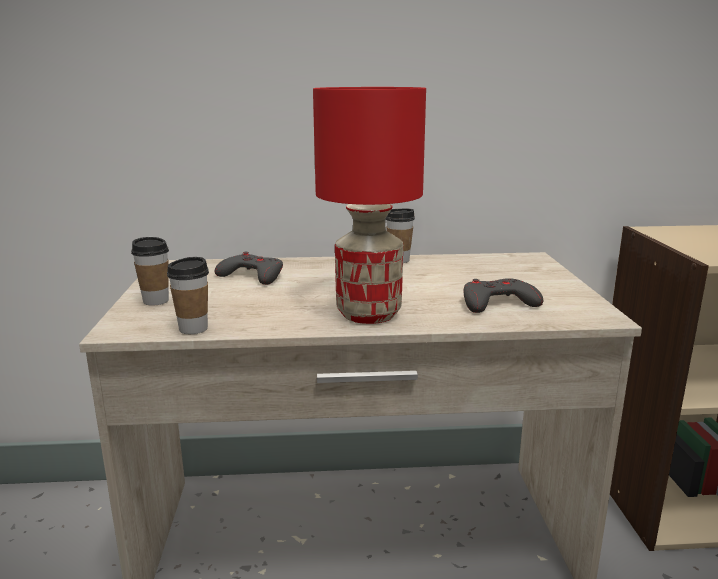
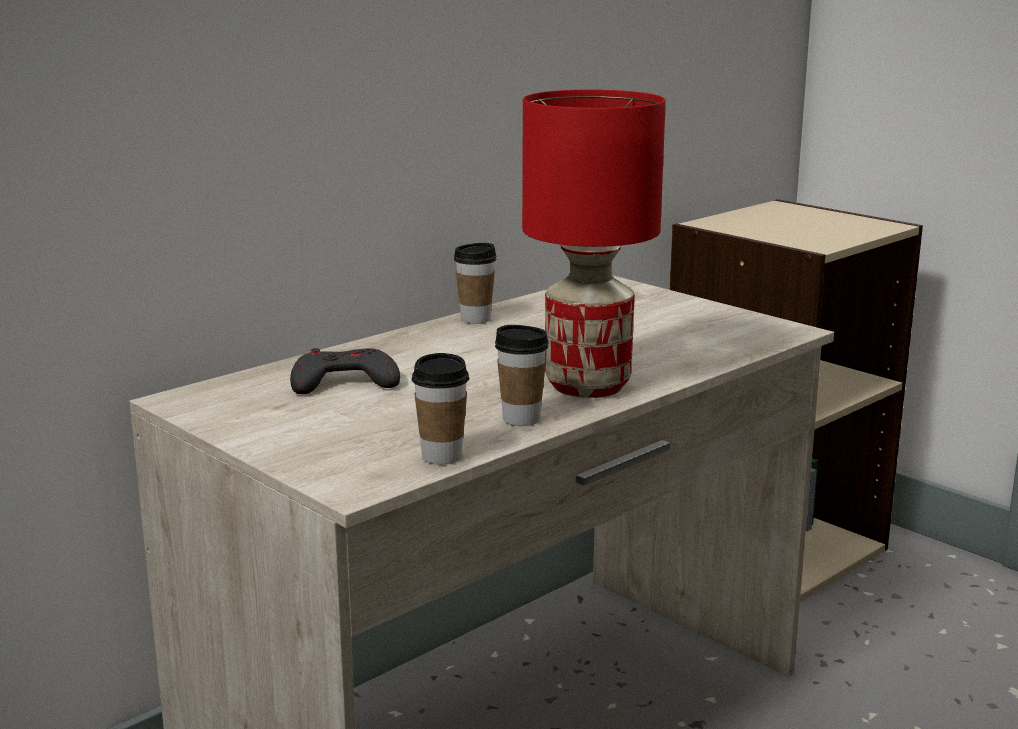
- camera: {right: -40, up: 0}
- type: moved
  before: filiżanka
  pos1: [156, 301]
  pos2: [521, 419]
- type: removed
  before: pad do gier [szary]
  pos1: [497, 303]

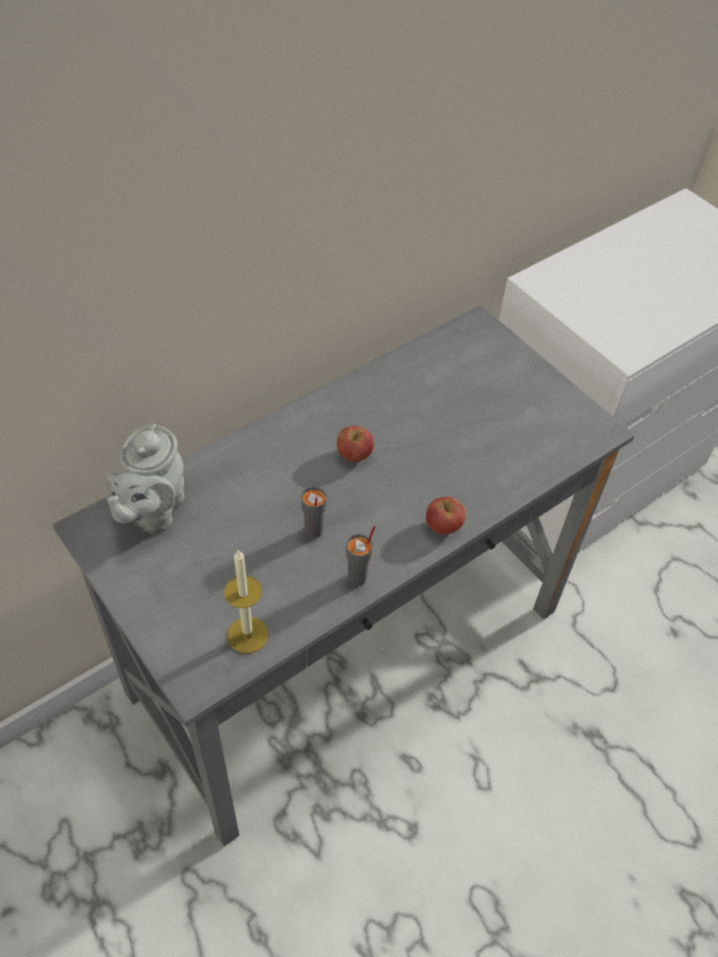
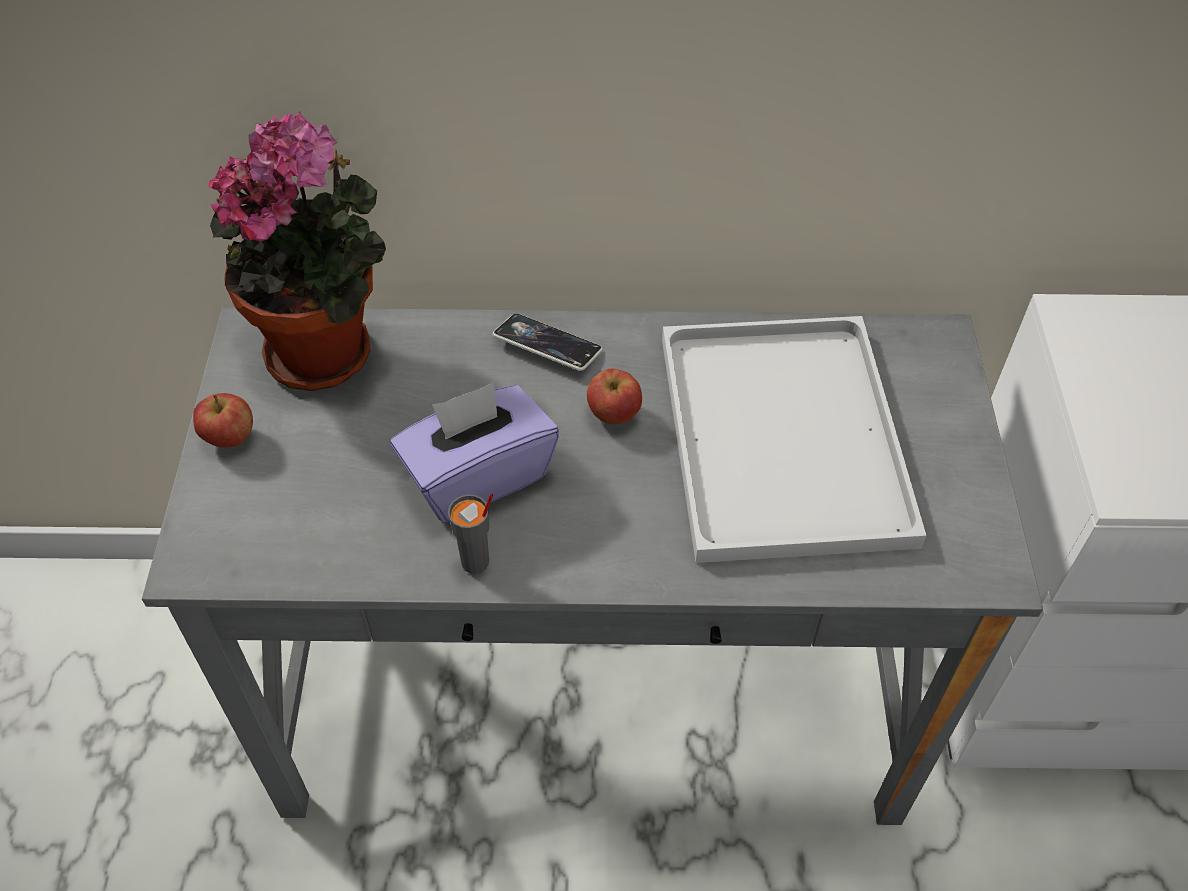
- camera: {right: 40, up: 0}
- type: replaced
  before: imbryk [szary]
  after: roślina doniczkowa
  pos1: [152, 511]
  pos2: [328, 350]
- type: removed
  before: świeca
  pos1: [247, 635]
- type: replaced
  before: filiżanka [szary]
  after: pudełko chusteczek [fioletowy]
  pos1: [313, 531]
  pos2: [478, 475]
- type: moved
  before: jabłko
  pos1: [443, 526]
  pos2: [230, 438]
- type: added
  after: telefon
  pos2: [547, 346]
- type: added
  after: taca [biały]
  pos2: [787, 442]

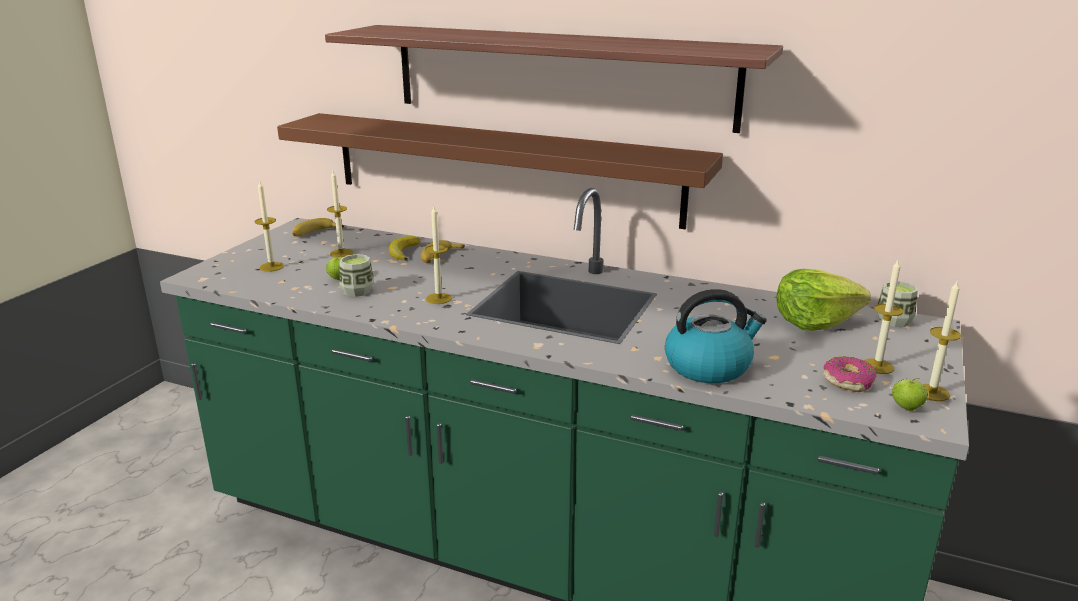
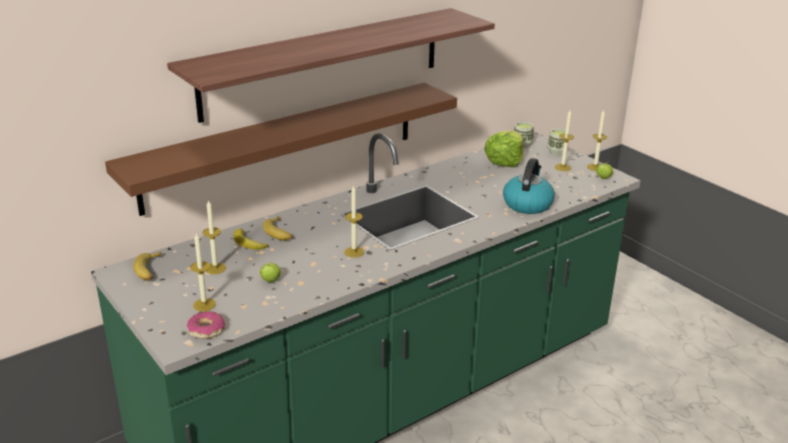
- camera: {right: -60, up: 5}
- type: moved
  before: filiżanka
  pos1: [357, 291]
  pos2: [557, 152]
- type: moved
  before: donut
  pos1: [848, 381]
  pos2: [206, 330]

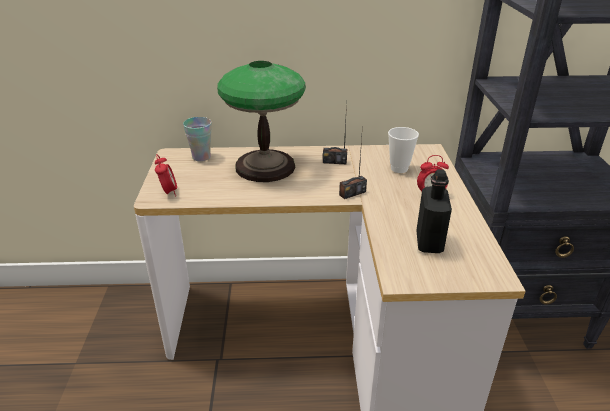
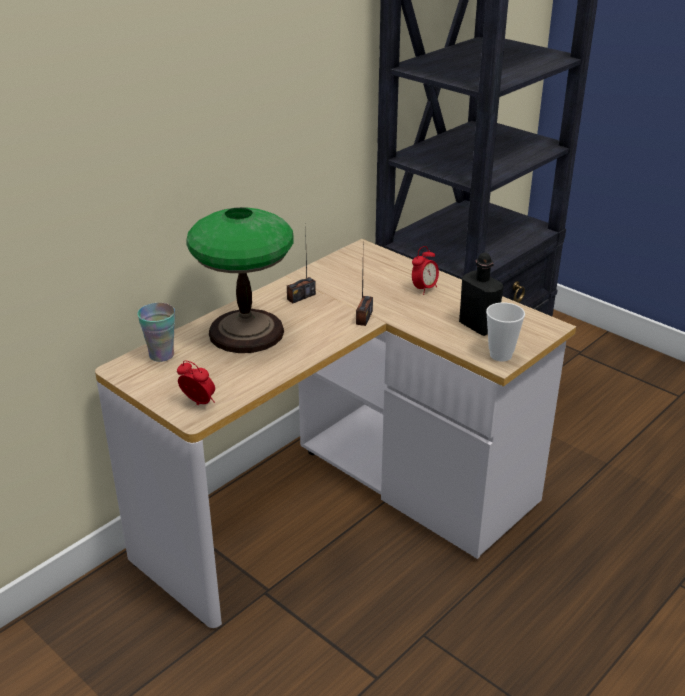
- camera: {right: -45, up: 0}
- type: moved
  before: filiżanka
  pos1: [399, 168]
  pos2: [500, 355]

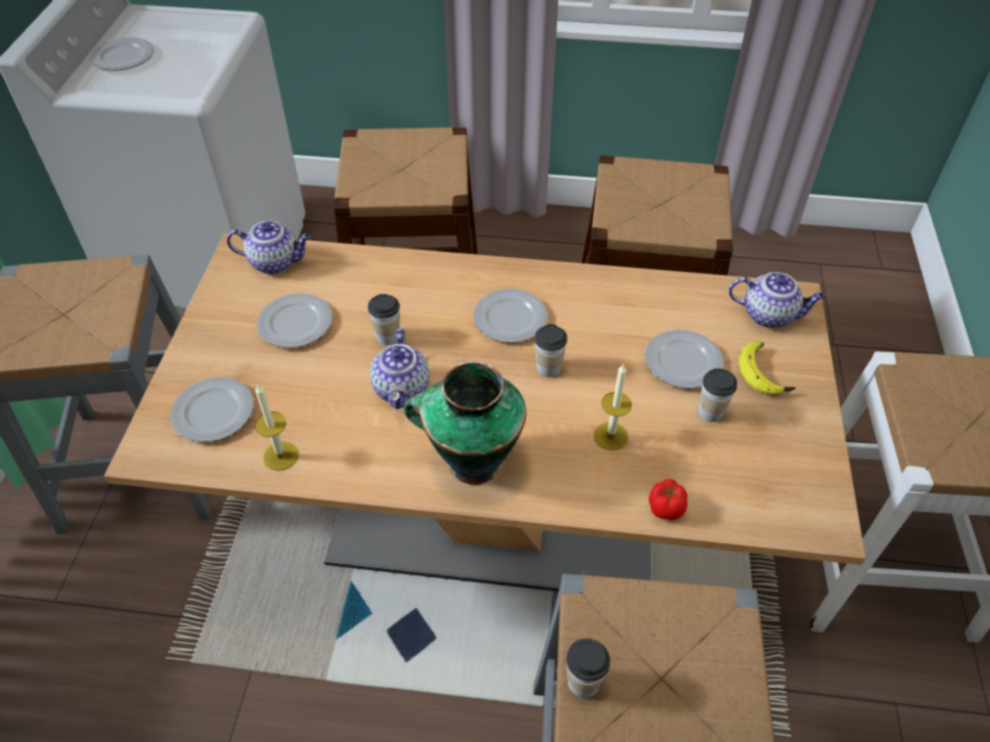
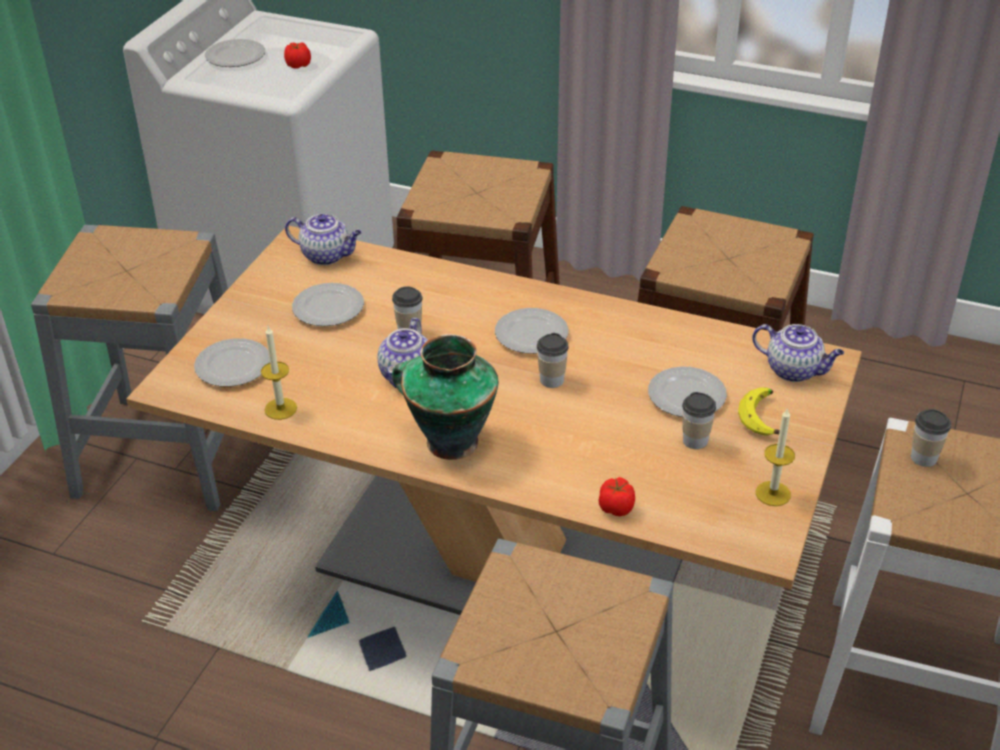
- camera: {right: 15, up: -10}
- type: moved
  before: filiżanka
  pos1: [583, 682]
  pos2: [923, 458]
- type: moved
  before: świeca
  pos1: [610, 436]
  pos2: [773, 493]
- type: added
  after: pomidor
  pos2: [298, 65]

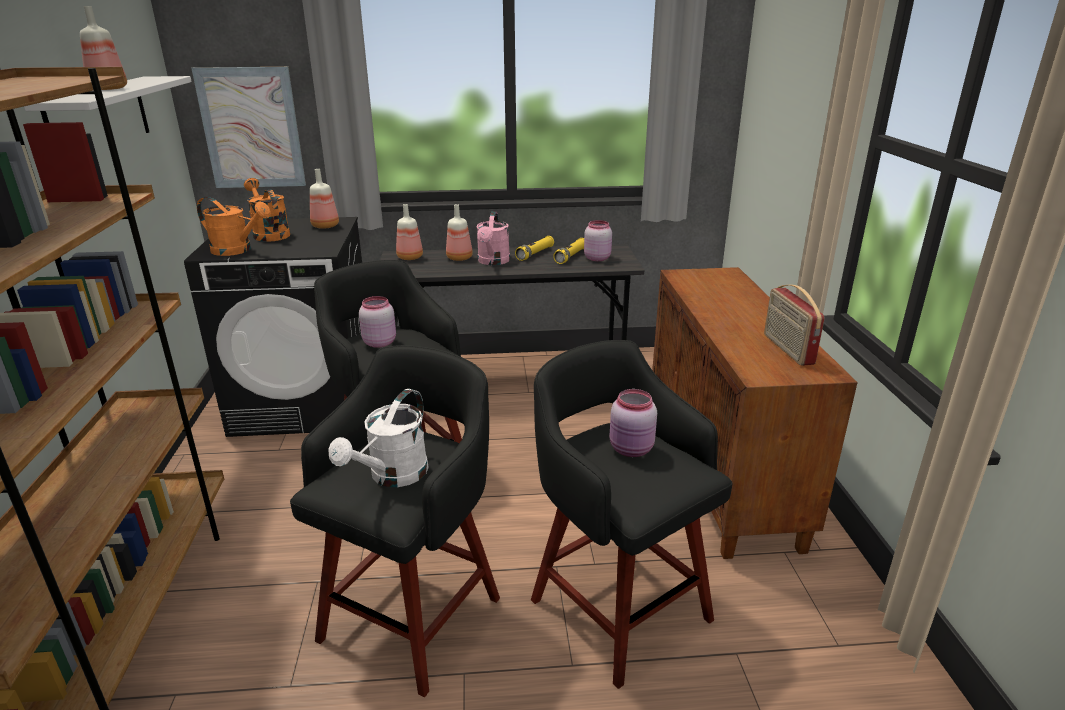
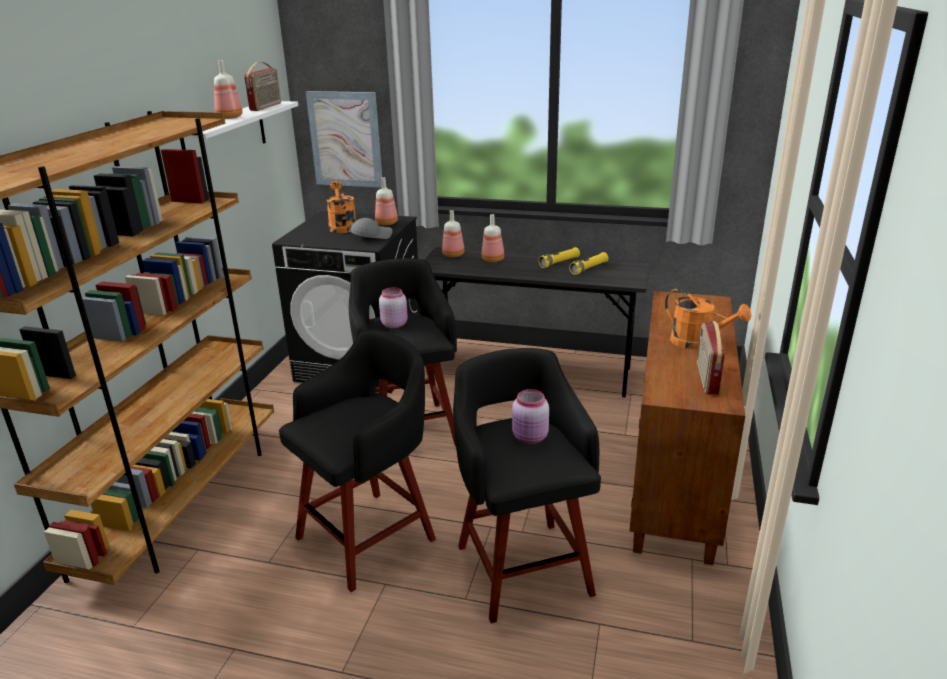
- camera: {right: 20, up: 0}
- type: moved
  before: konewka [pomarańczowy]
  pos1: [237, 250]
  pos2: [698, 343]
- type: removed
  before: konewka [biały]
  pos1: [392, 476]
- type: removed
  before: konewka [różowy]
  pos1: [493, 262]
- type: removed
  before: słoik [różowy]
  pos1: [597, 258]
- type: added
  after: radio
  pos2: [266, 107]
- type: added
  after: czapka z daszkiem [szary]
  pos2: [371, 236]

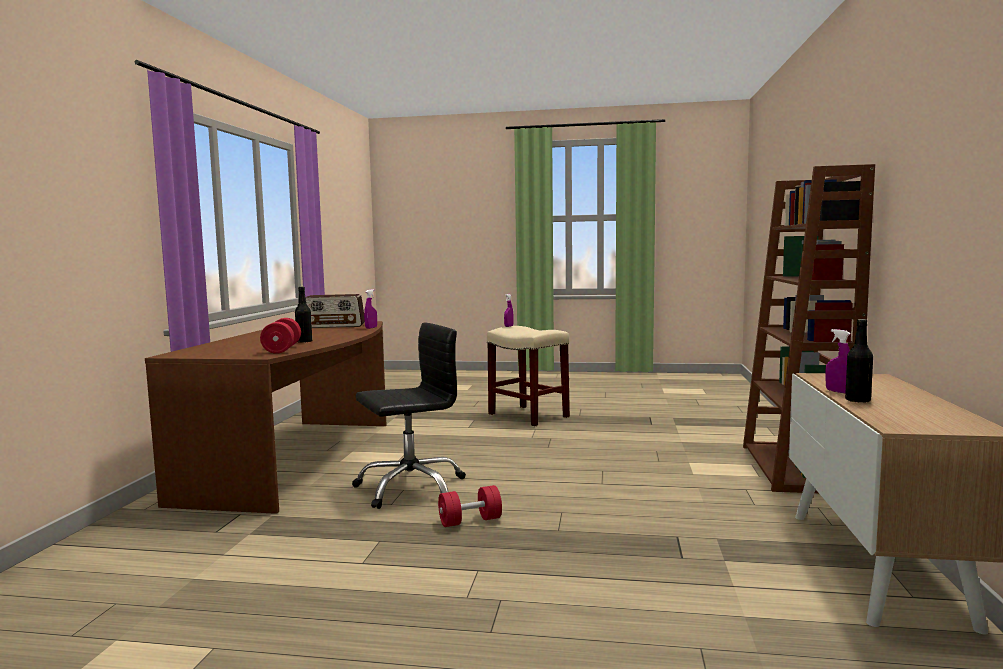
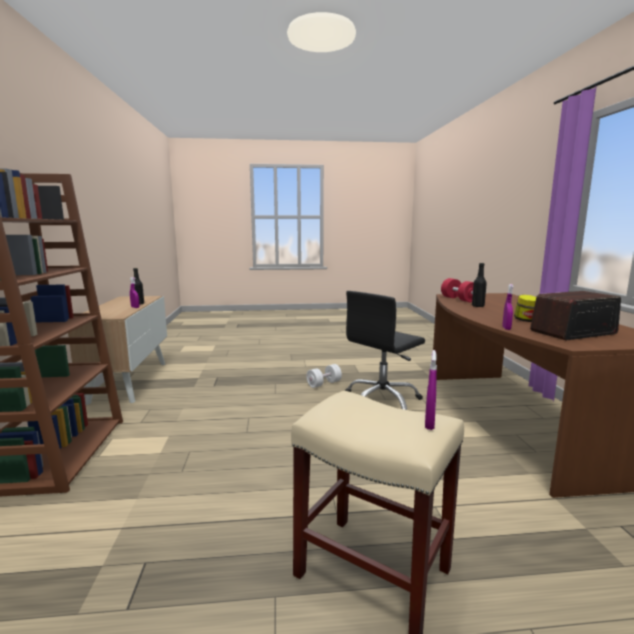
- camera: {right: 165, up: 5}
- type: recoloured
  before: hantel [czerwony]
  after: hantel [biały]
  pos1: [470, 521]
  pos2: [324, 384]
- type: added
  after: słoik
  pos2: [525, 320]

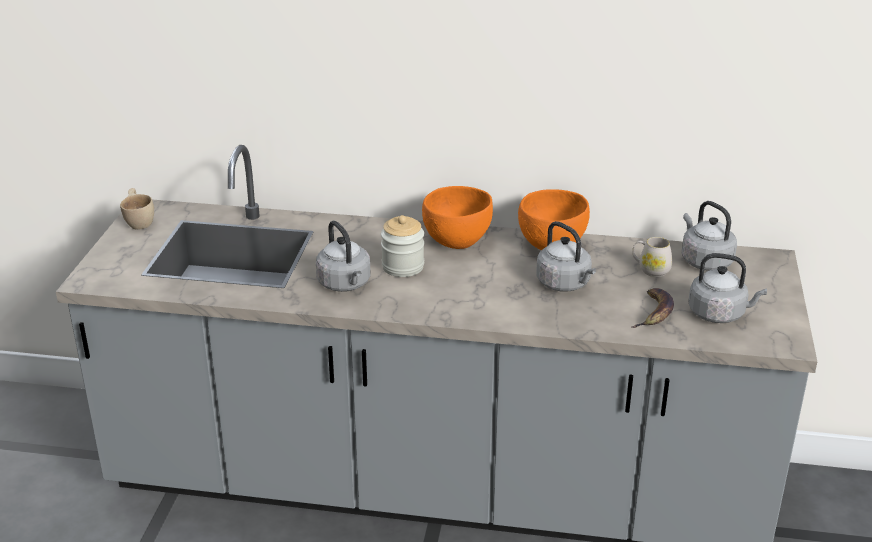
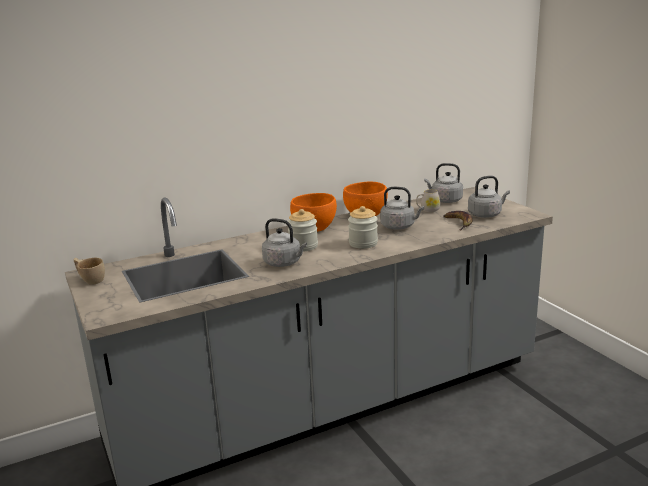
- camera: {right: -35, up: -10}
- type: added
  after: słoik
  pos2: [363, 243]

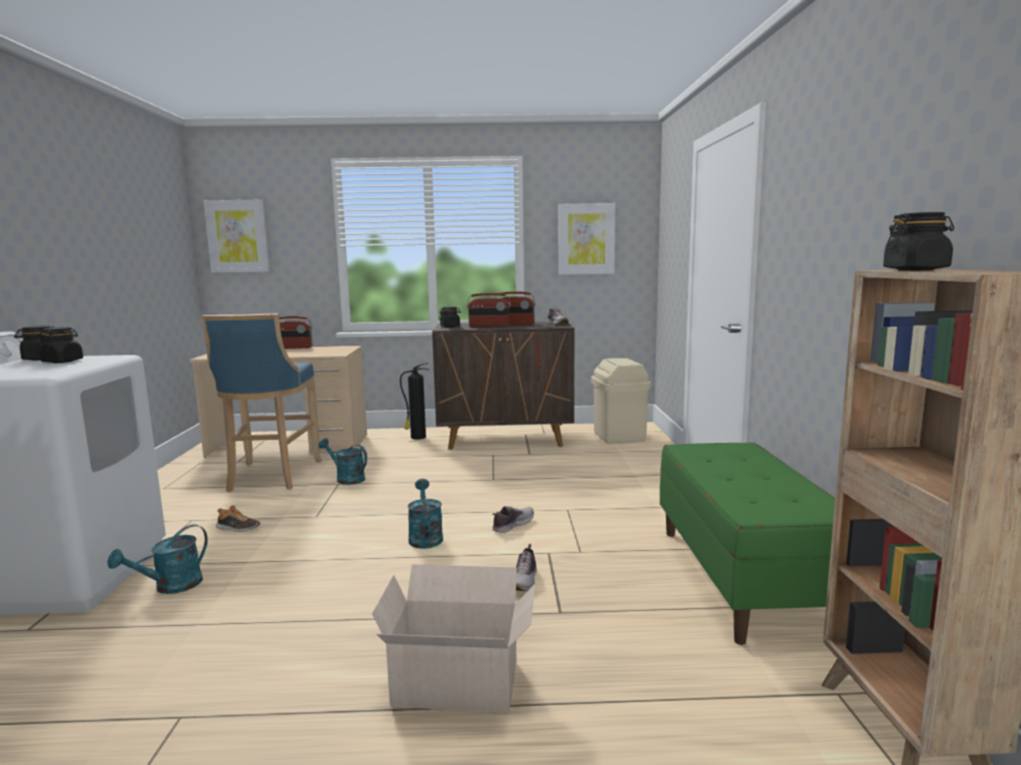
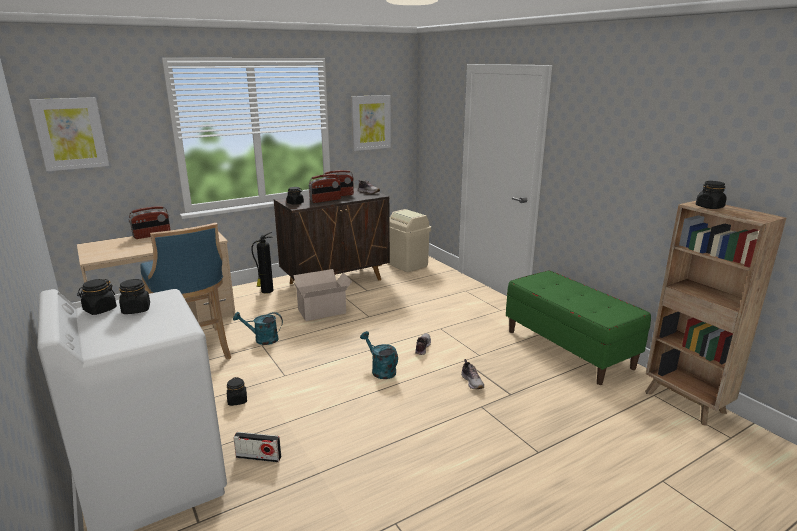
- camera: {right: -30, up: 10}
- type: replaced
  before: konewka [turkusowy]
  after: radio
  pos1: [171, 587]
  pos2: [258, 457]
- type: replaced
  before: but
  after: słoik [czarny]
  pos1: [237, 528]
  pos2: [237, 400]
- type: moved
  before: karton
  pos1: [460, 684]
  pos2: [323, 311]

